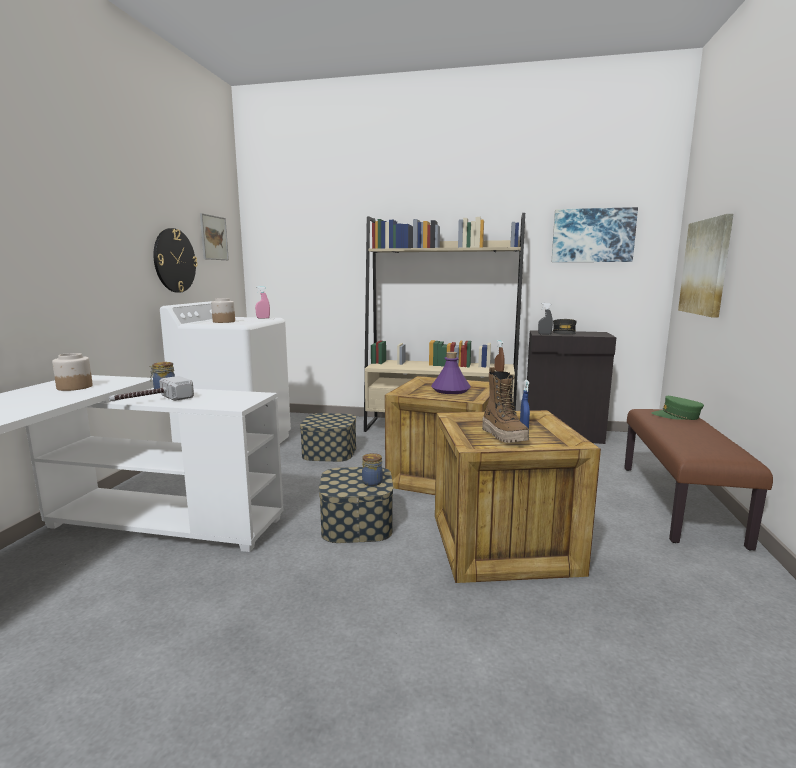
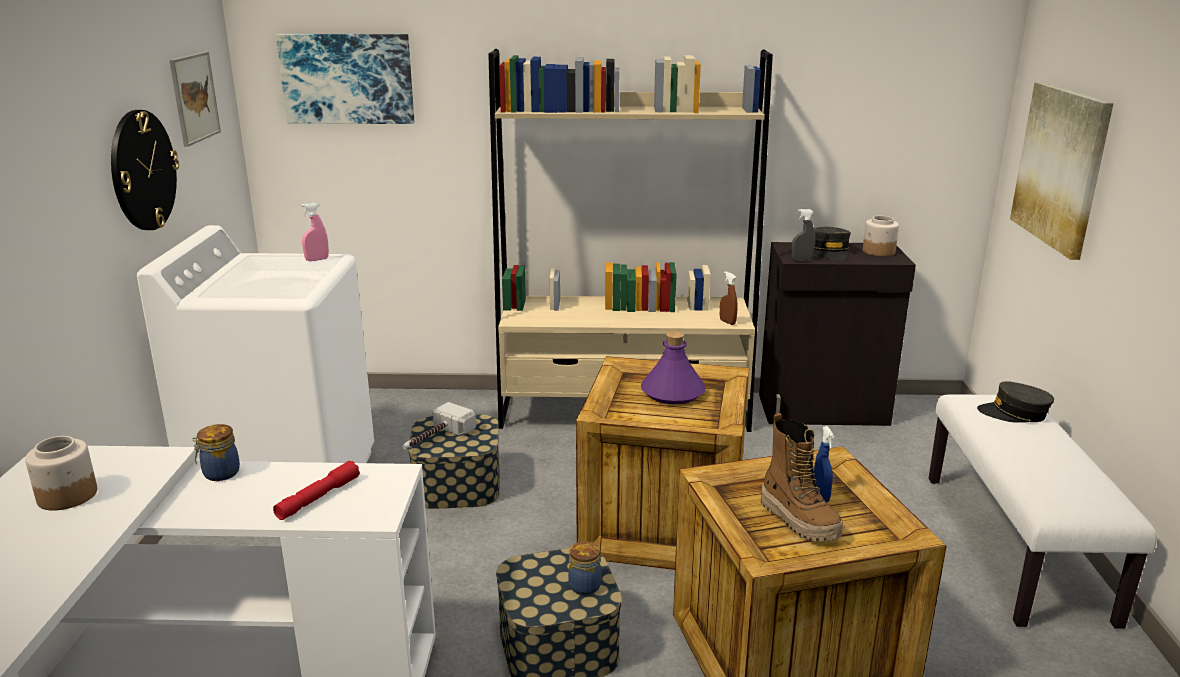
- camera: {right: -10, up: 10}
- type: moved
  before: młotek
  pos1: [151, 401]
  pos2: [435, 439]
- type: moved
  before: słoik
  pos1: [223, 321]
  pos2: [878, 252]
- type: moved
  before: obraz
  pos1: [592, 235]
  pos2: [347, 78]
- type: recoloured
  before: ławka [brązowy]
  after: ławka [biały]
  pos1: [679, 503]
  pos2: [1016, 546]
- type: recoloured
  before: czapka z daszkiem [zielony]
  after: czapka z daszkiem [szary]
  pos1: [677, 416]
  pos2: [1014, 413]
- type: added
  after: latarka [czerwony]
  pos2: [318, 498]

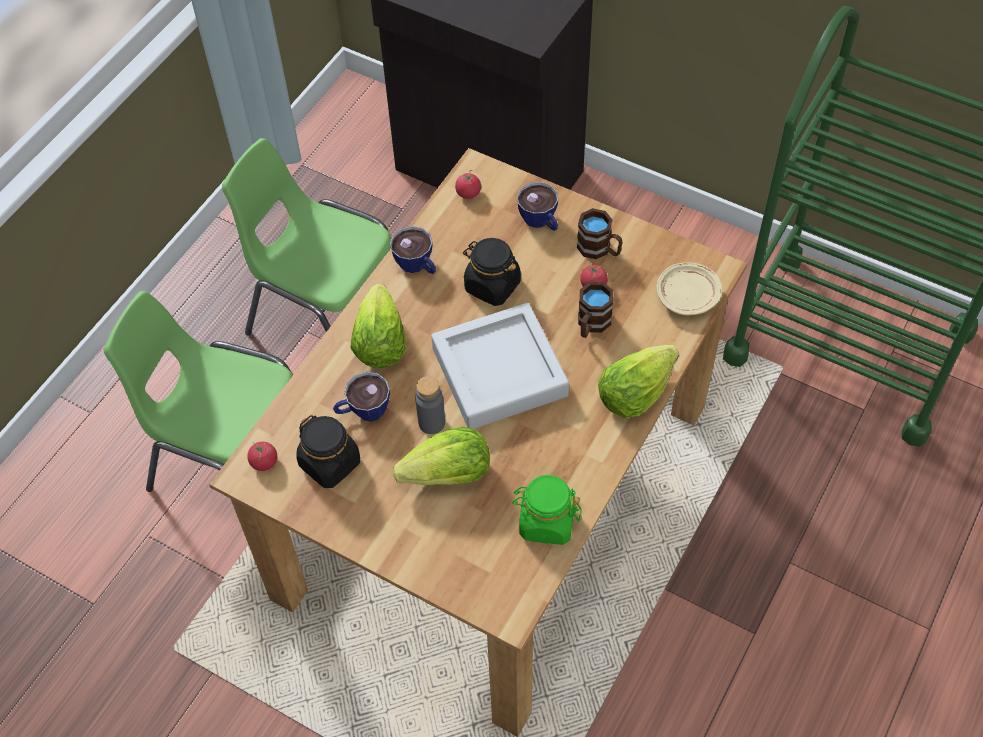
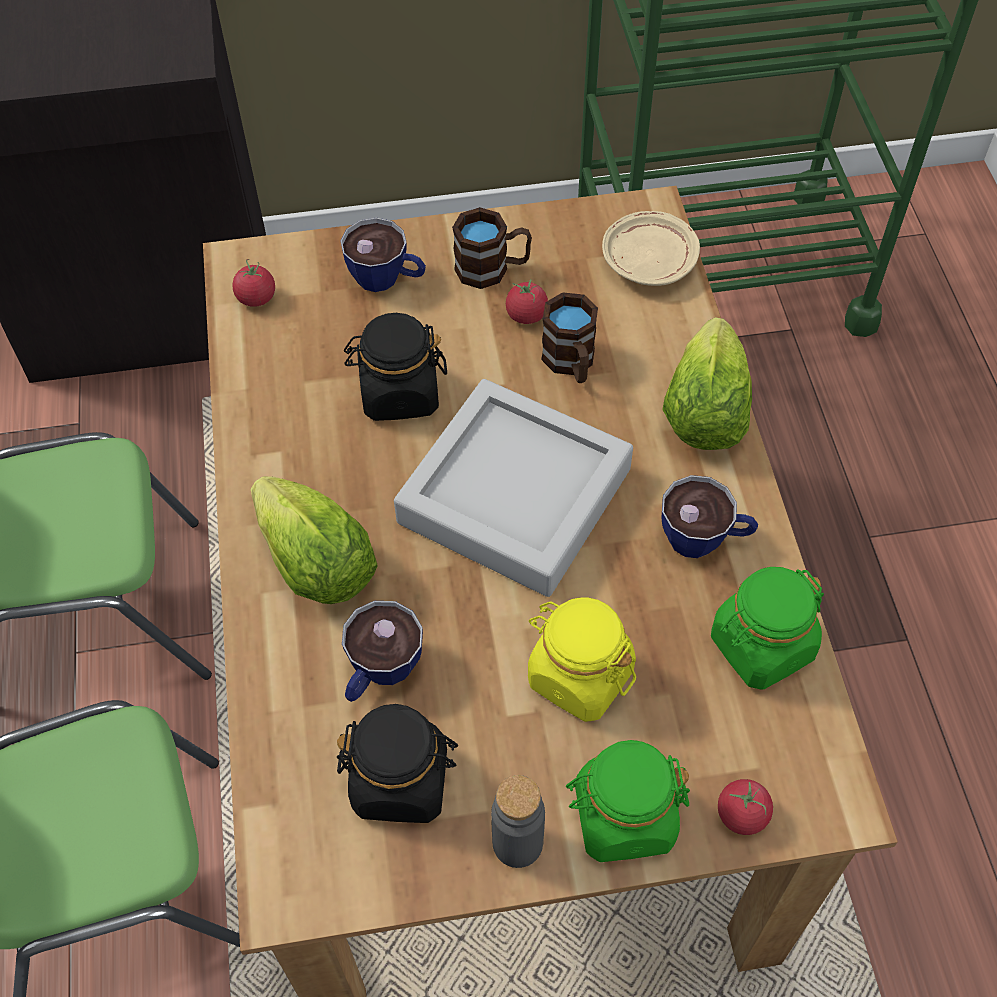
- camera: {right: -40, up: 0}
- type: moved
  before: pomidor
  pos1: [264, 462]
  pos2: [742, 814]
- type: moved
  before: filiżanka
  pos1: [417, 266]
  pos2: [704, 539]
- type: replaced
  before: sałata
  after: słoik [żółty]
  pos1: [448, 475]
  pos2: [579, 676]
- type: moved
  before: butelka [szary]
  pos1: [431, 422]
  pos2: [517, 843]
- type: added
  after: słoik [zielony]
  pos2: [623, 817]

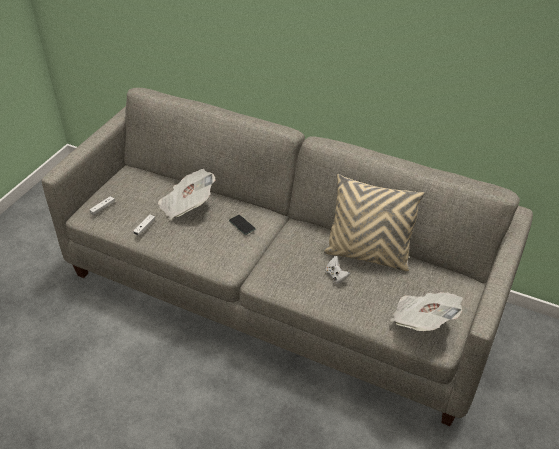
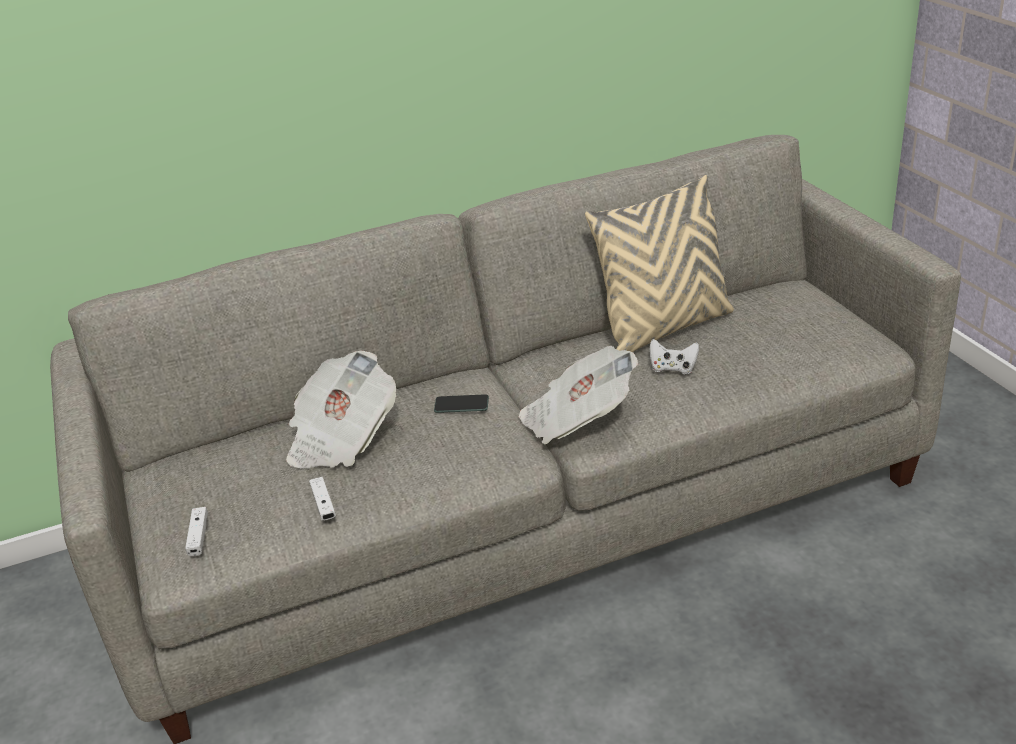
- camera: {right: -45, up: -10}
- type: moved
  before: gazeta
  pos1: [422, 321]
  pos2: [577, 420]

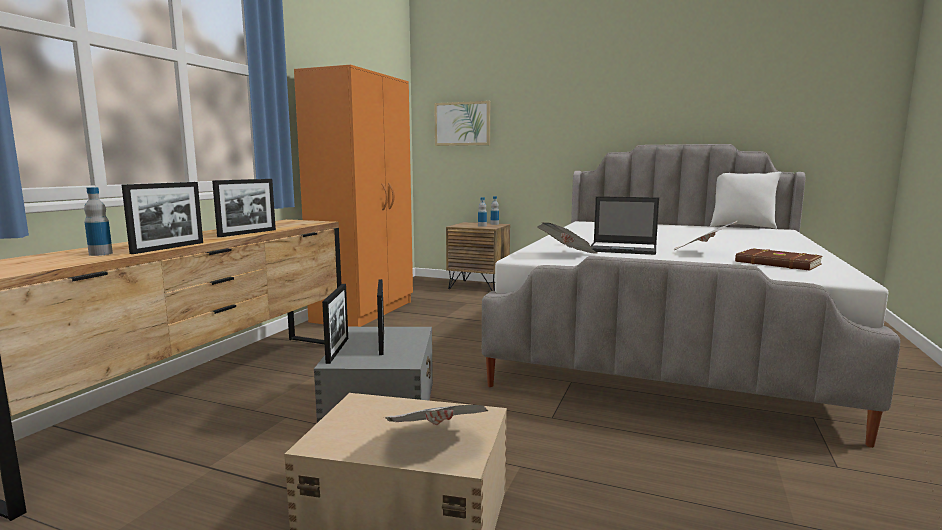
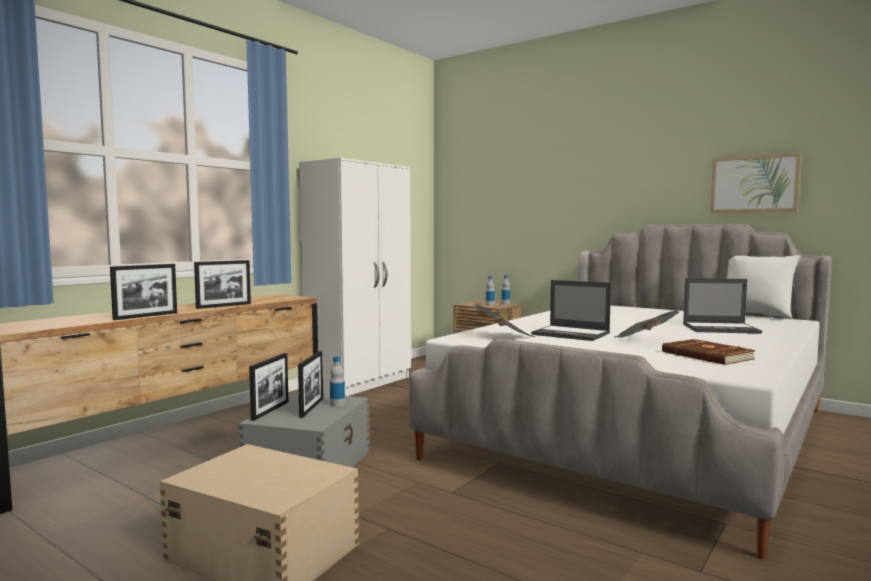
- camera: {right: 15, up: -5}
- type: moved
  before: butelka
  pos1: [100, 254]
  pos2: [337, 404]
- type: recoloured
  before: szafa [pomarańczowy]
  after: szafa [biały]
  pos1: [365, 311]
  pos2: [360, 383]
- type: removed
  before: gazeta
  pos1: [436, 441]
- type: moved
  before: obraz
  pos1: [462, 124]
  pos2: [754, 184]
- type: added
  after: laptop
  pos2: [721, 328]

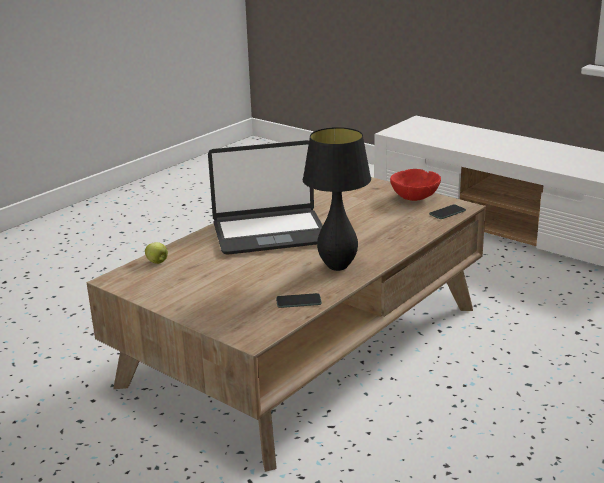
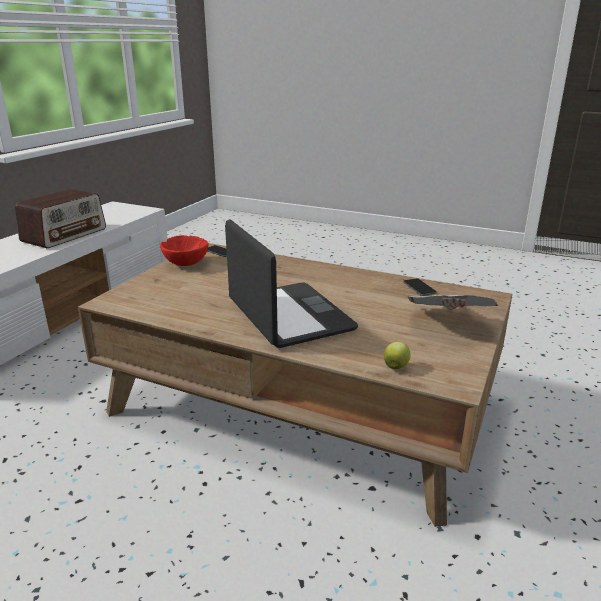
- camera: {right: -105, up: 0}
- type: removed
  before: lampa stołowa [czarny]
  pos1: [337, 266]
- type: added
  after: radio
  pos2: [65, 235]
- type: added
  after: gazeta
  pos2: [448, 323]

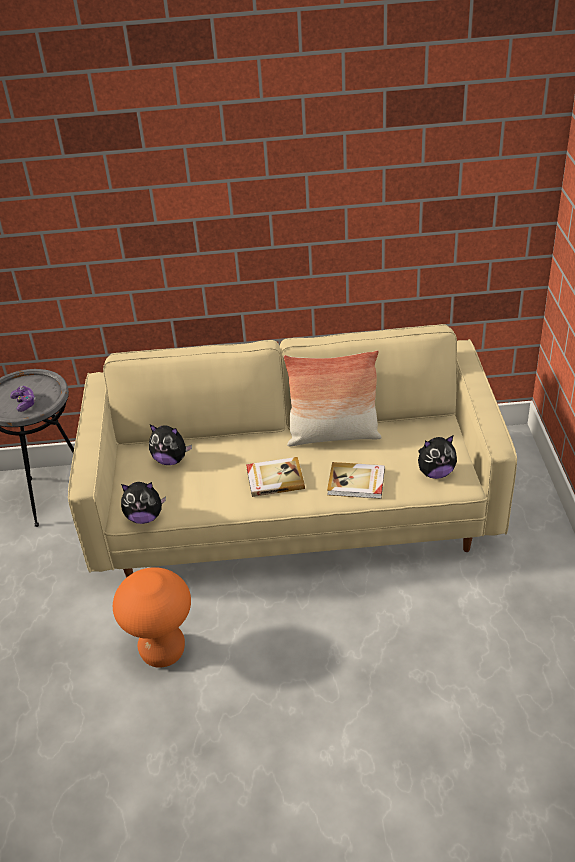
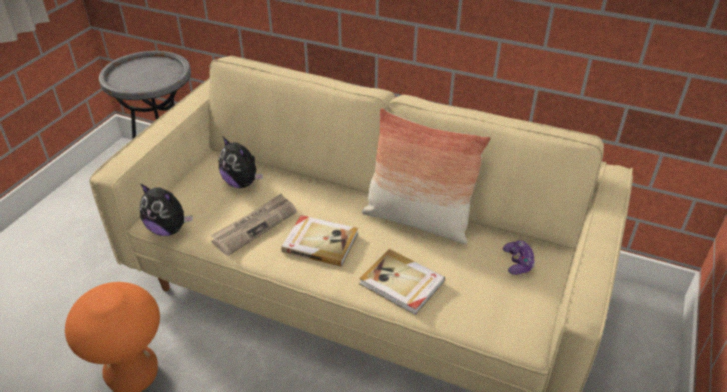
- camera: {right: 25, up: 0}
- type: moved
  before: pad do gier
  pos1: [24, 403]
  pos2: [518, 263]
- type: removed
  before: pluszak
  pos1: [435, 473]
- type: added
  after: gazeta
  pos2: [255, 225]

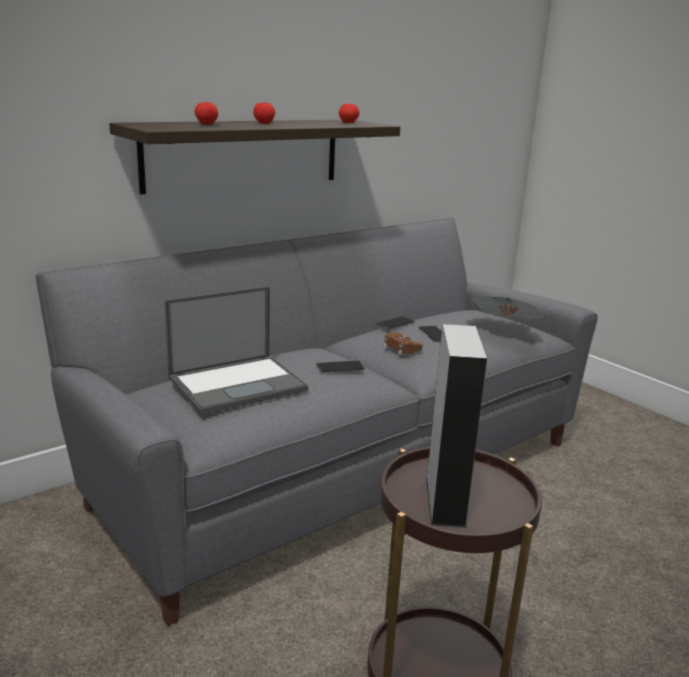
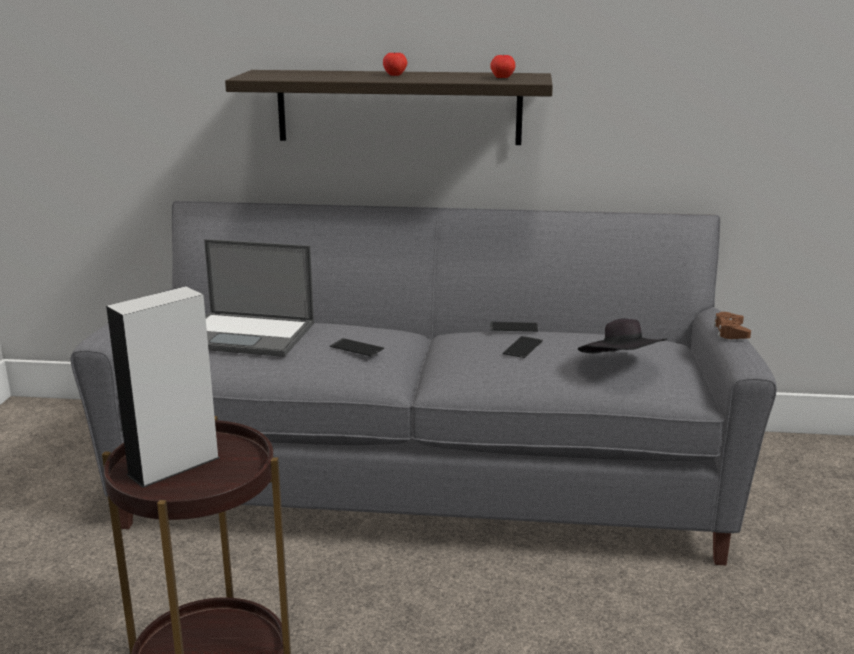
- camera: {right: 45, up: 0}
- type: removed
  before: jabłko
  pos1: [206, 124]
- type: moved
  before: pad do gier [brązowy]
  pos1: [401, 348]
  pos2: [730, 332]
- type: replaced
  before: gazeta
  after: kapelusz [czarny]
  pos1: [504, 330]
  pos2: [621, 367]

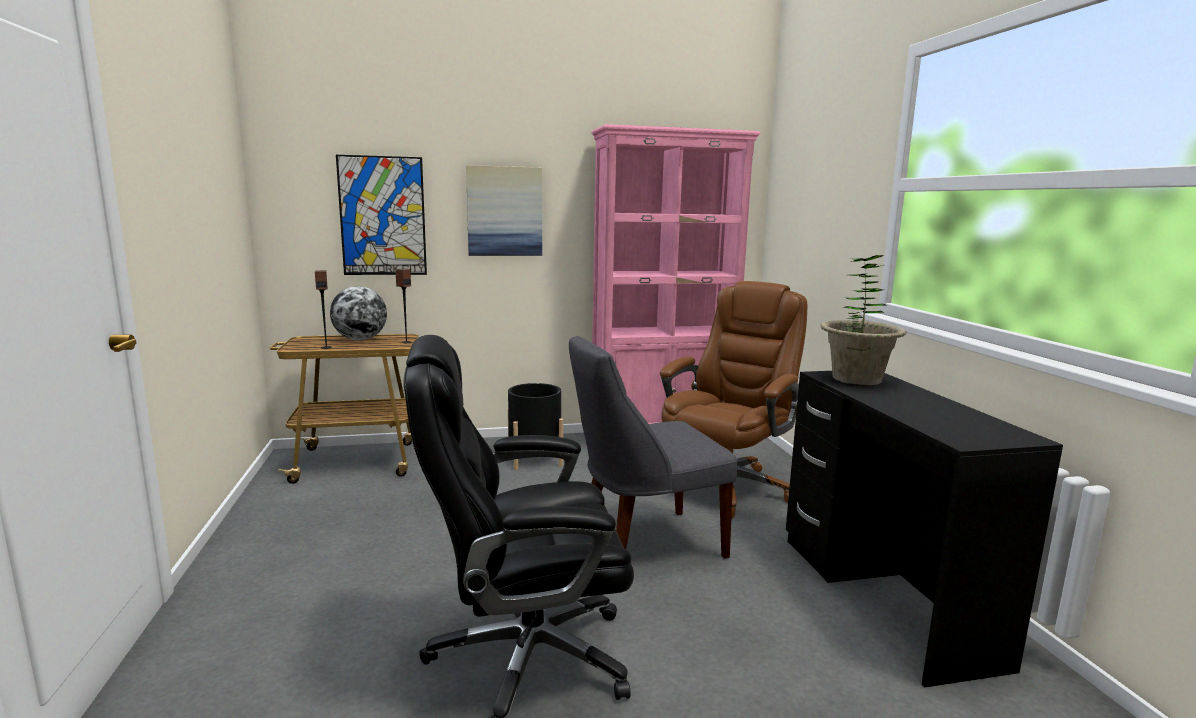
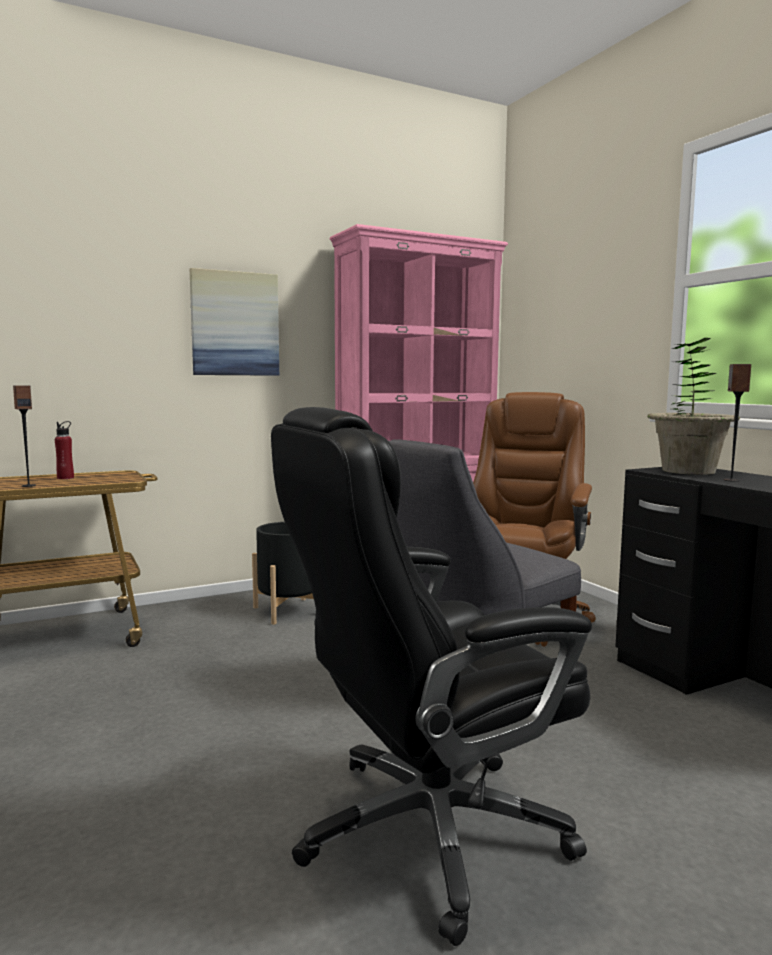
- camera: {right: -15, up: -5}
- type: replaced
  before: globus
  after: butelka [czerwony]
  pos1: [360, 339]
  pos2: [65, 478]
- type: removed
  before: obraz
  pos1: [382, 216]
- type: moved
  before: głośnik
  pos1: [406, 342]
  pos2: [731, 480]

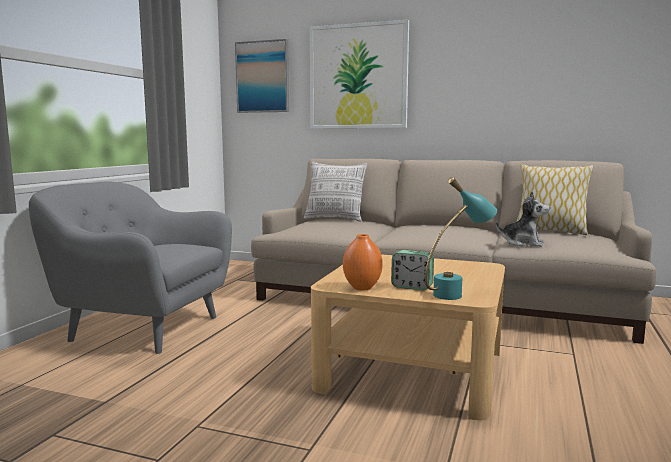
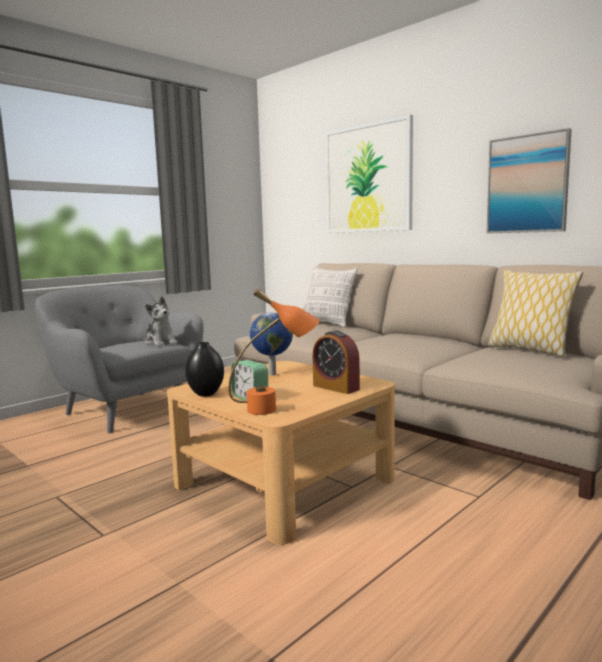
- camera: {right: 25, up: 0}
- type: moved
  before: obraz
  pos1: [263, 77]
  pos2: [527, 184]
- type: recoloured
  before: wazon [pomarańczowy]
  after: wazon [czarny]
  pos1: [362, 288]
  pos2: [206, 394]
- type: recoloured
  before: lampa stołowa [turkusowy]
  after: lampa stołowa [pomarańczowy]
  pos1: [457, 293]
  pos2: [276, 409]
- type: moved
  before: pluszak
  pos1: [523, 243]
  pos2: [160, 342]
- type: added
  after: globus
  pos2: [271, 374]
- type: added
  after: budzik
  pos2: [336, 387]

